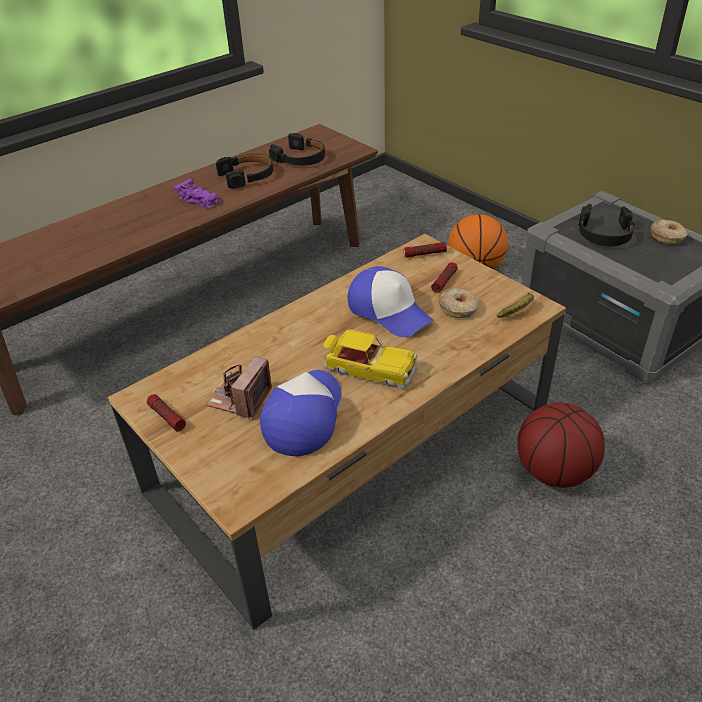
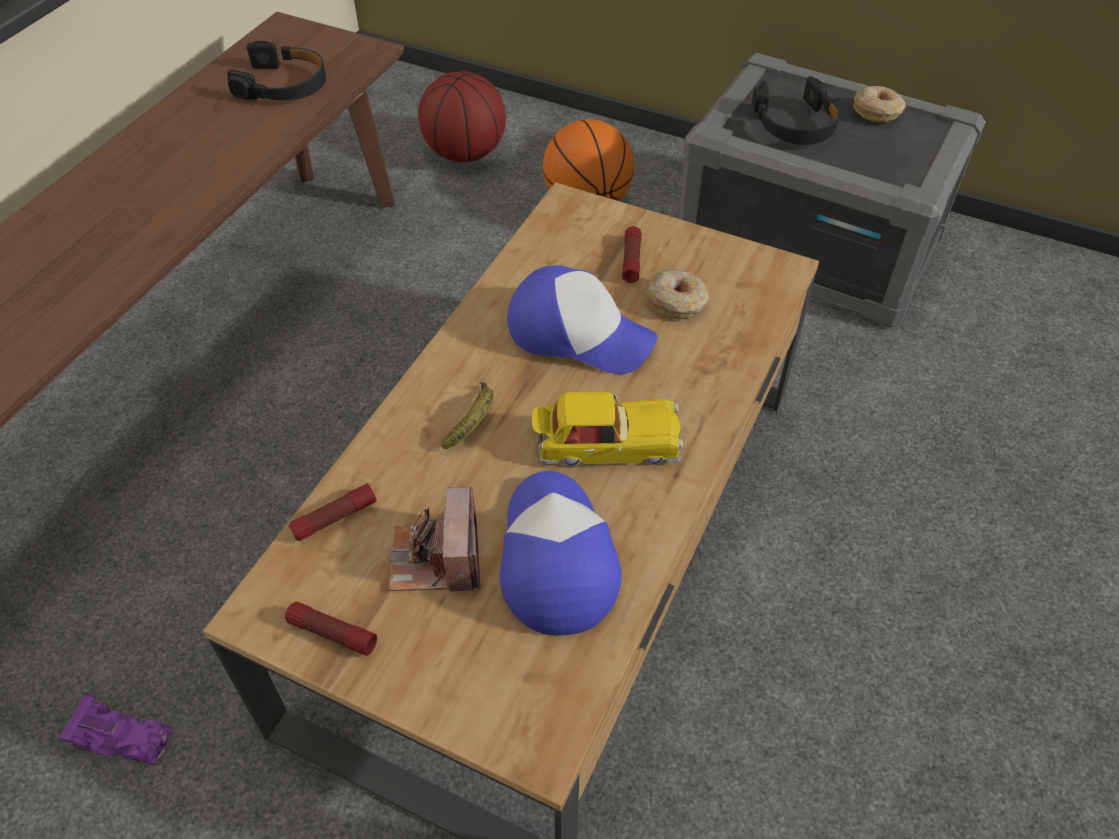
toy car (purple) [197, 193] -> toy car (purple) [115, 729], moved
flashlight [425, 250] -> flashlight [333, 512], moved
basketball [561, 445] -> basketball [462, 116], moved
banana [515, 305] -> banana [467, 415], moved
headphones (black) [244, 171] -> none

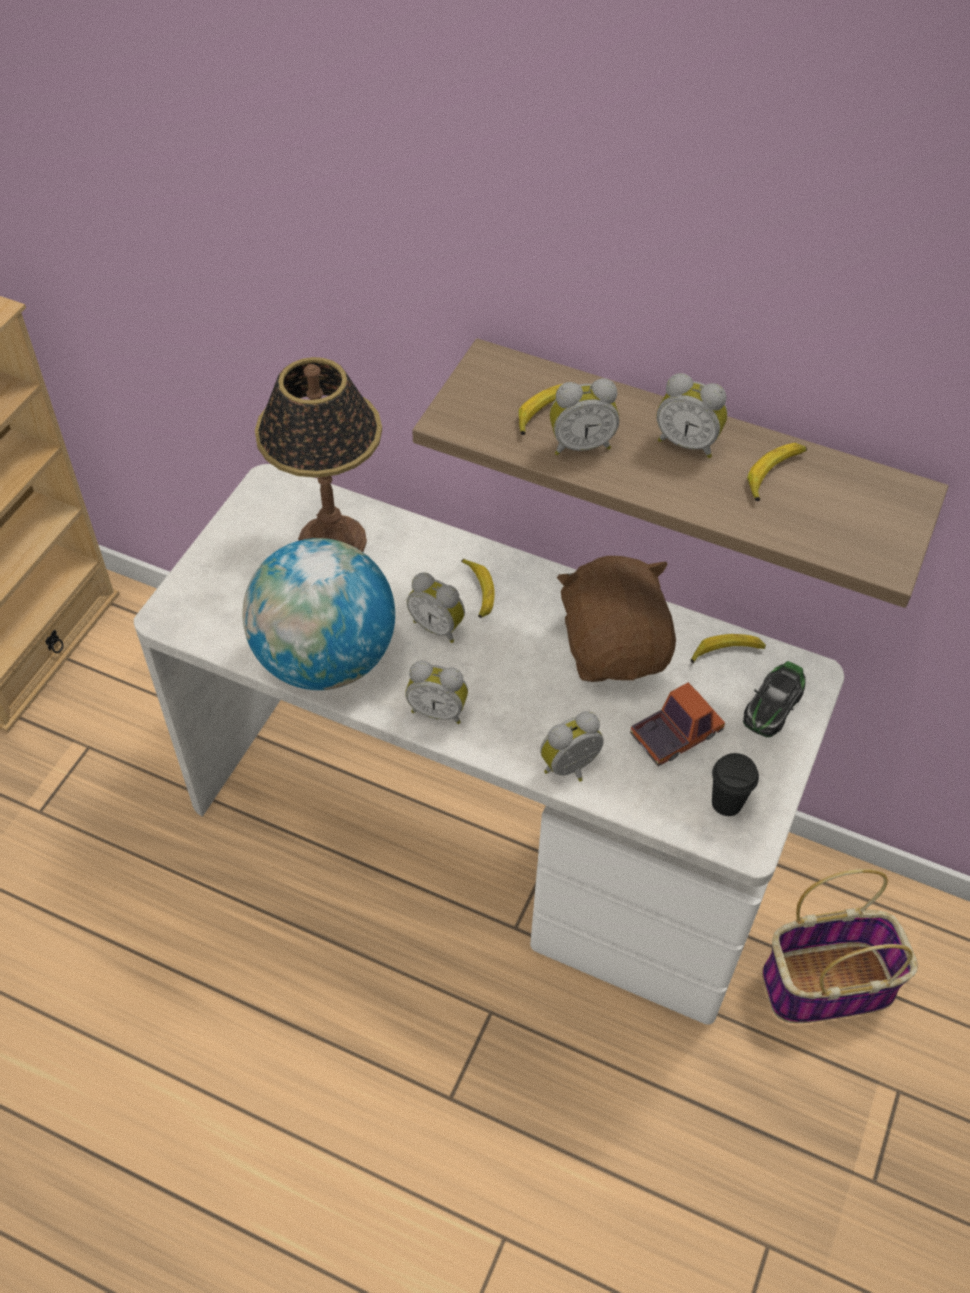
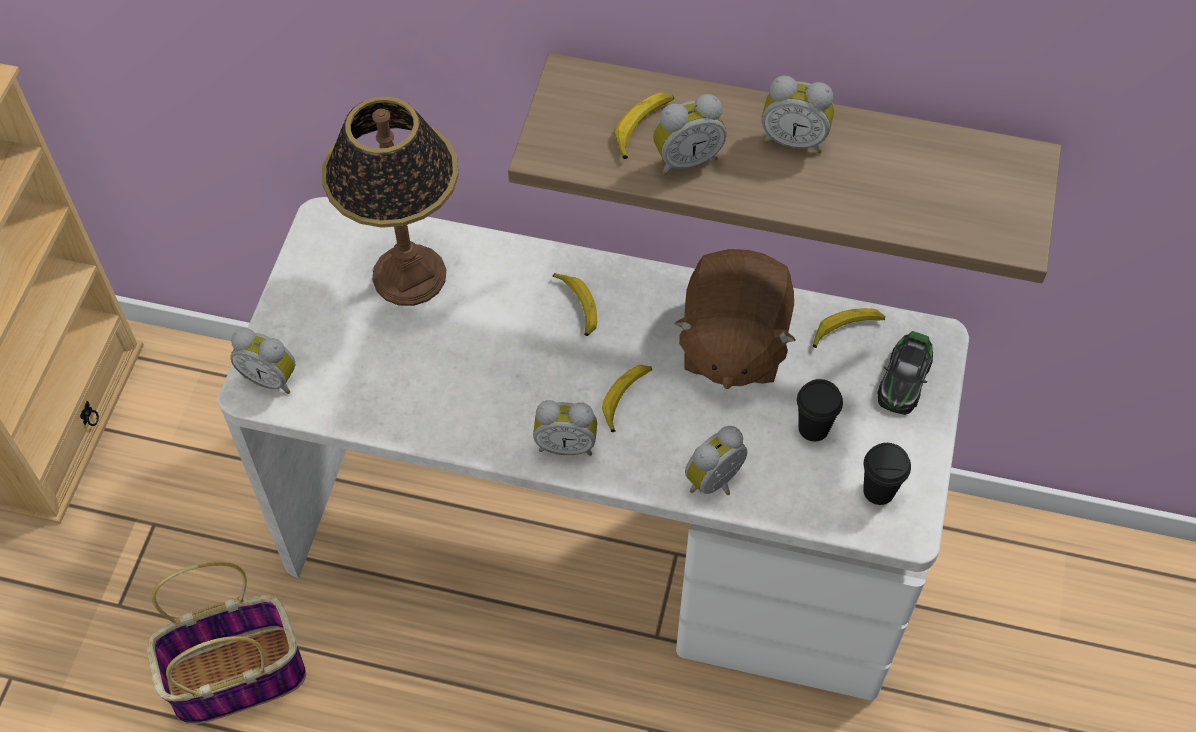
basket [840, 946] -> basket [226, 643], moved
alarm clock [436, 608] -> alarm clock [263, 361], moved
banana [777, 472] -> banana [627, 398], moved
plush toy (brown) [616, 619] -> plush toy (brown) [735, 319], 150 degrees counterclockwise
toy truck [677, 724] -> cup (black) [820, 410]
globe [318, 614] -> none

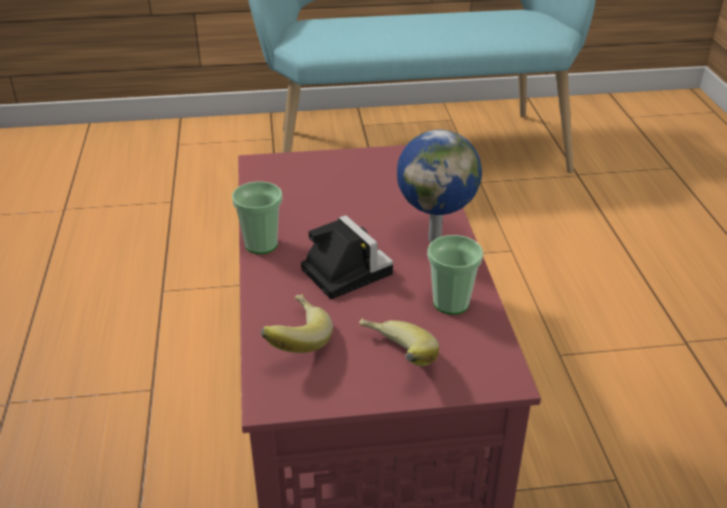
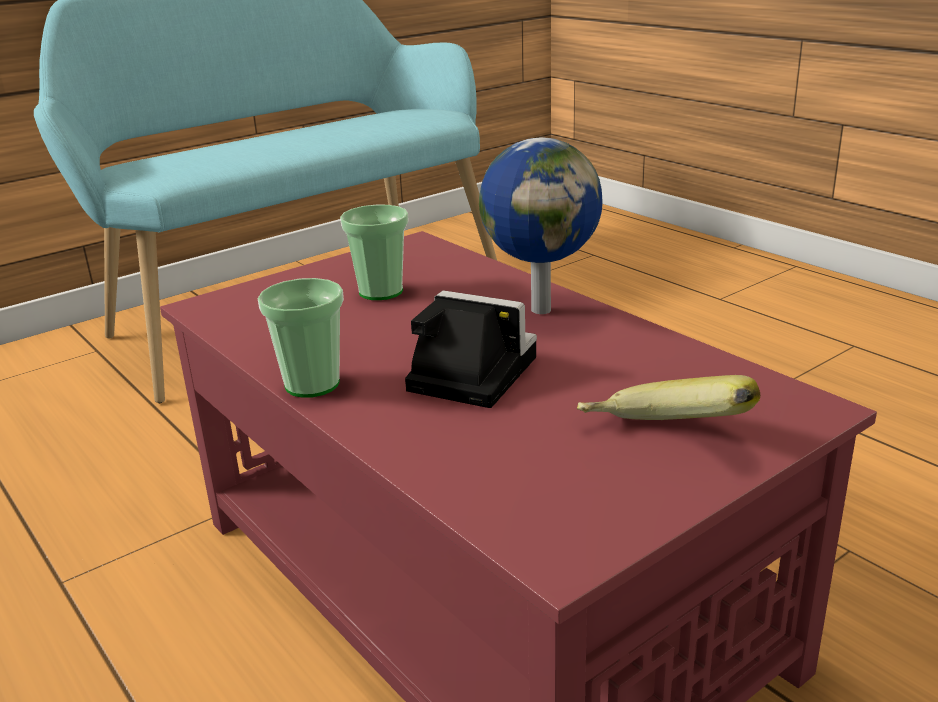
cup [455, 275] -> cup [374, 252], moved
banana [297, 323] -> none

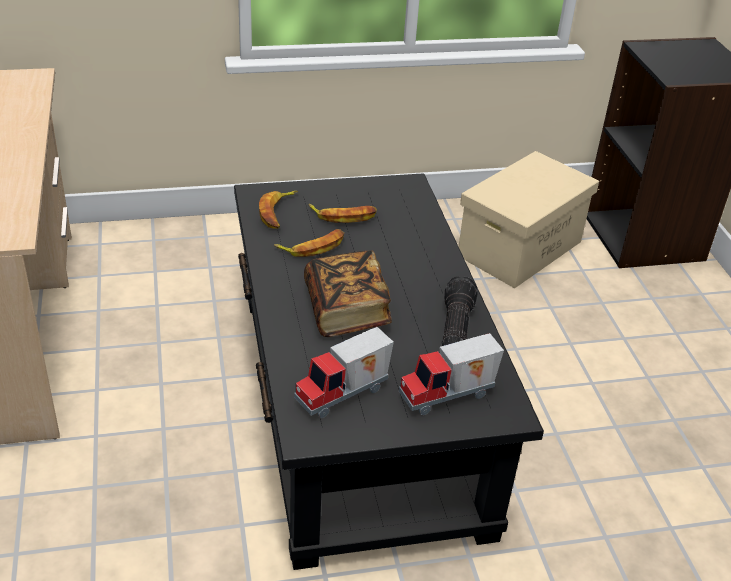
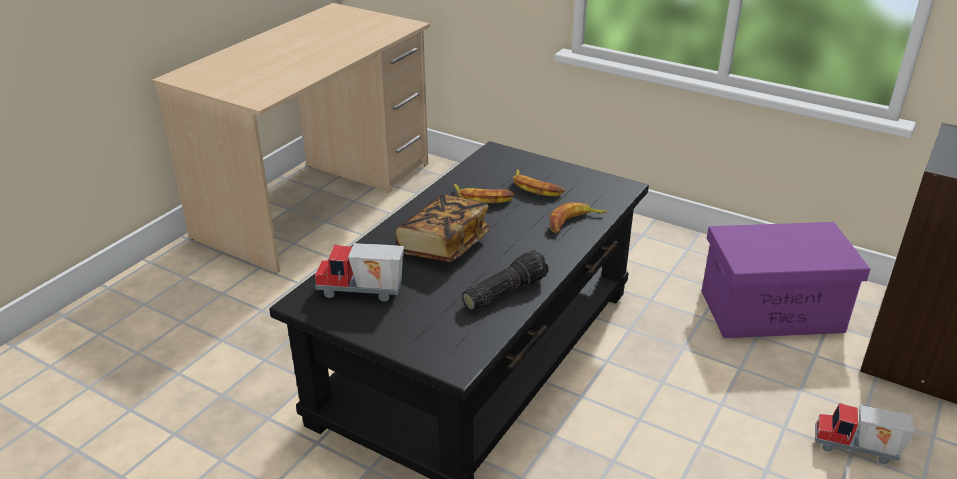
banana [278, 209] -> banana [579, 218], moved
storage box (beige) [529, 219] -> storage box (purple) [785, 280]
toy truck [451, 374] -> toy truck [864, 433], moved

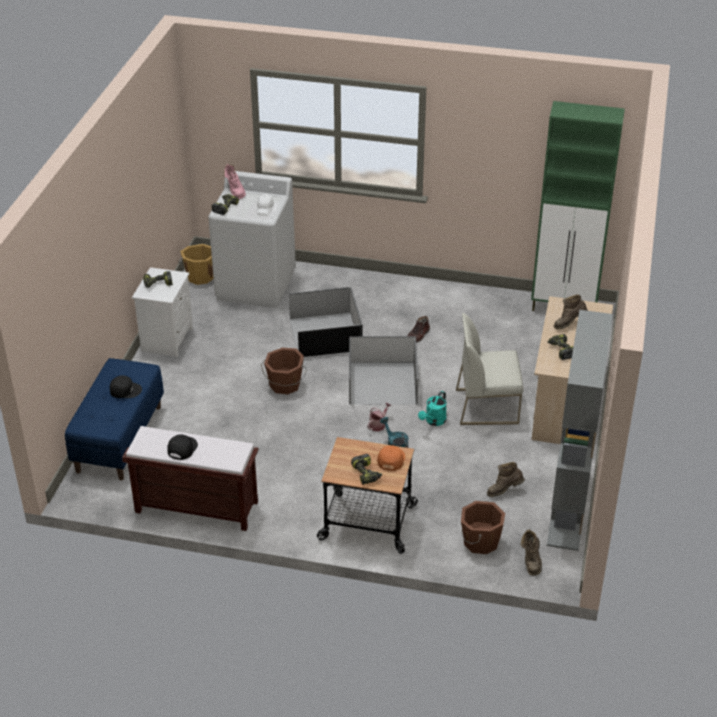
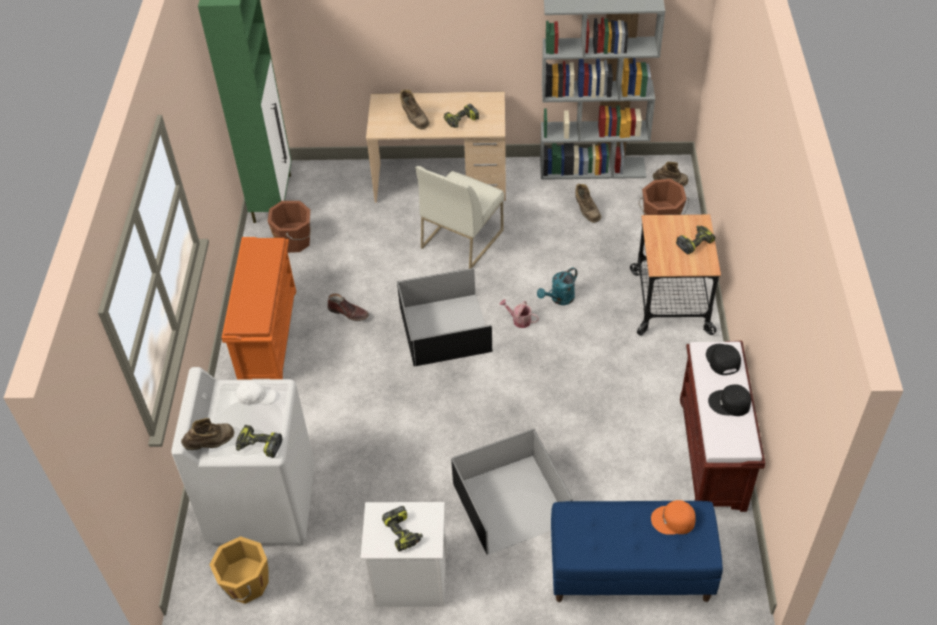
boot (pink) [235, 181] -> boot (brown) [207, 434]
none -> shoe rack (orange) [259, 308]
bucket (brown) [284, 371] -> bucket (brown) [290, 227], moved
chair (white) [489, 369] -> chair (white) [459, 217], 45 degrees clockwise
storage box (black) [325, 322] -> storage box (black) [512, 492], moved
cap (orange) [391, 458] -> cap (orange) [673, 517], moved
cap (black) [126, 386] -> cap (black) [723, 359], moved
watering can (turquoise) [432, 408] -> none

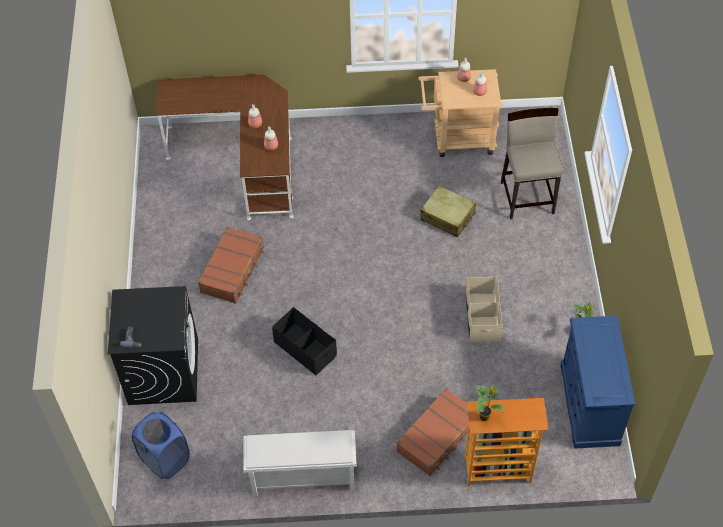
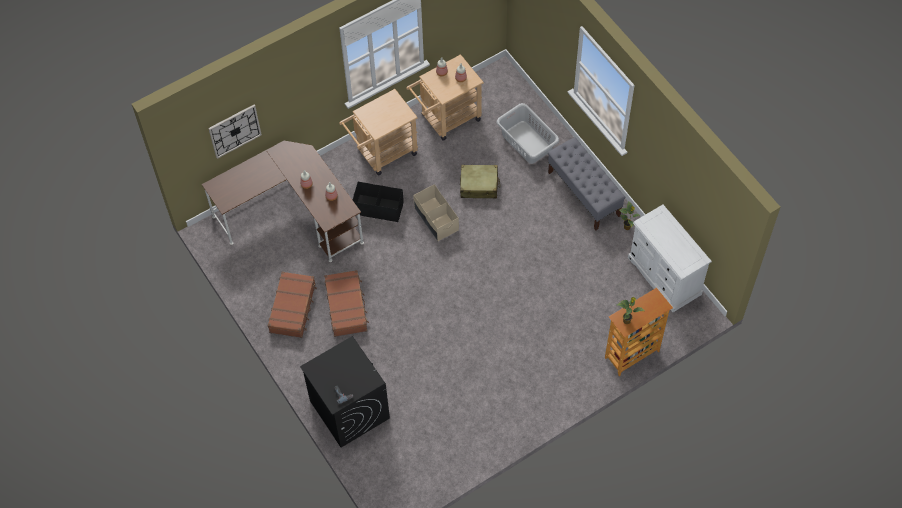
none -> wall clock [235, 132]
suitcase (brown) [432, 432] -> suitcase (brown) [292, 305], moved
none -> cart (beige) [378, 132]
storage box (black) [304, 341] -> storage box (black) [378, 202], moved
storage box (beige) [484, 309] -> storage box (beige) [436, 212], moved
stool (beige) [532, 163] -> laundry basket (grey) [527, 133]
none -> bench (grey) [586, 183]
dresser (blue) [597, 382] -> dresser (white) [670, 258]
laundry basket (blue) [161, 445] -> none
shoe rack (white) [300, 463] -> none

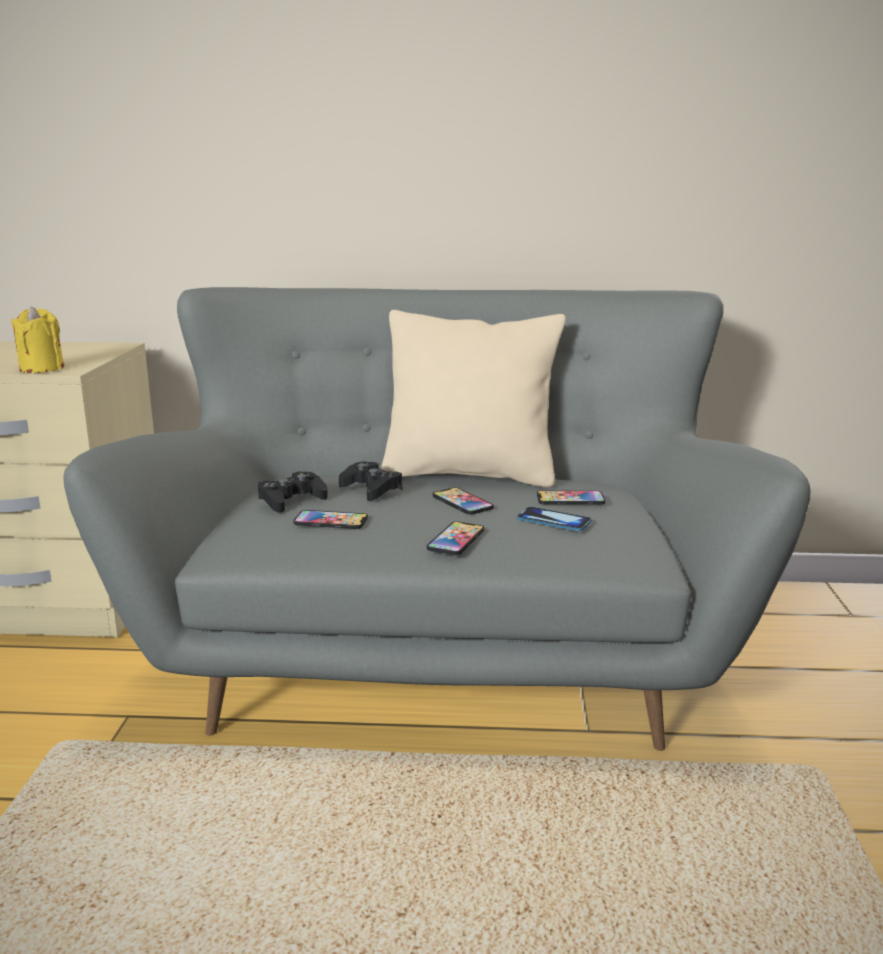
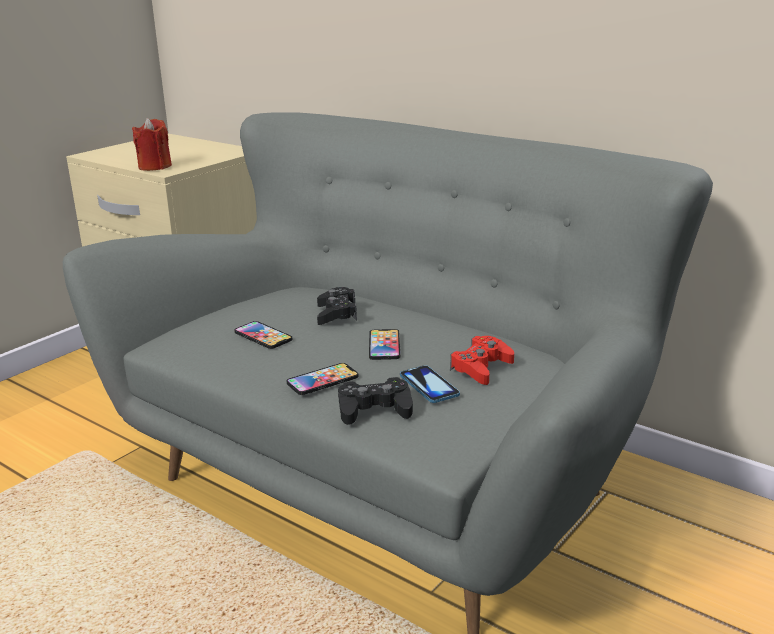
candle (yellow) [37, 339] -> candle (red) [152, 144]
game controller (black) [293, 492] -> game controller (black) [375, 401], moved
phone [571, 497] -> game controller (red) [482, 360]
pillow (beige) [473, 399] -> none

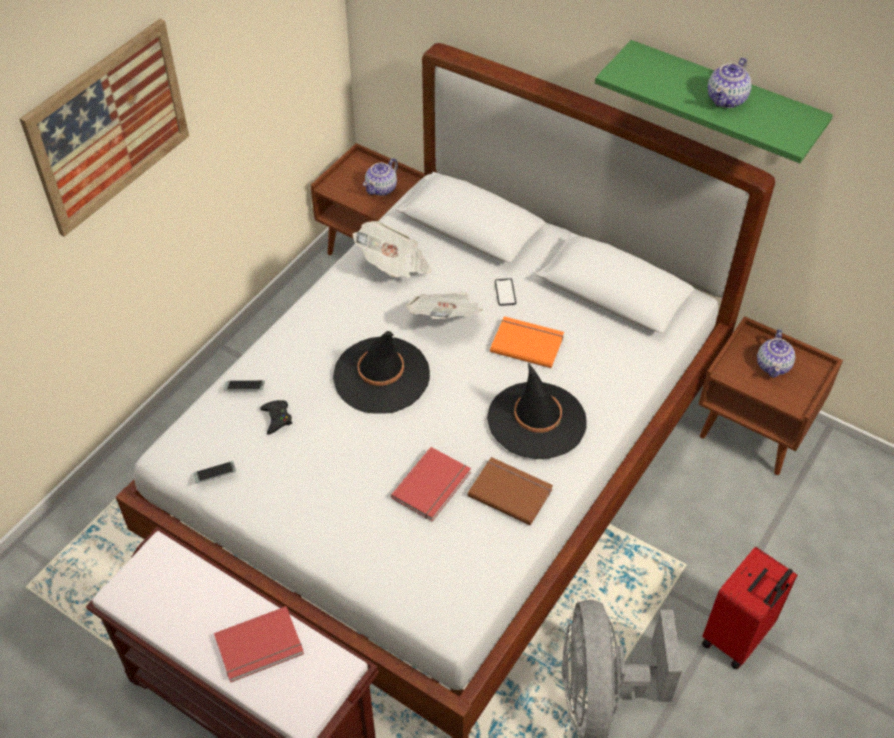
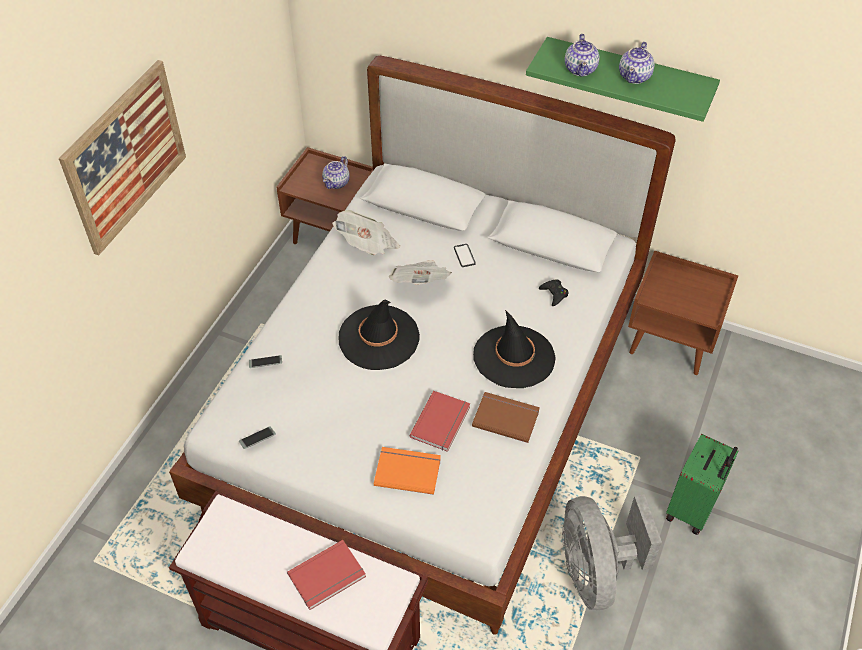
book (orange) [527, 342] -> book (orange) [407, 471], moved
game controller (black) [276, 417] -> game controller (black) [553, 292], moved
teapot [776, 353] -> teapot [582, 55], moved
suitcase (red) [749, 608] -> suitcase (green) [702, 484]

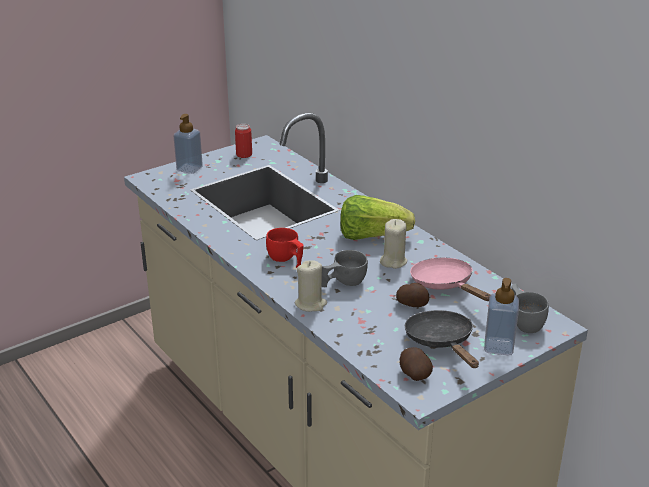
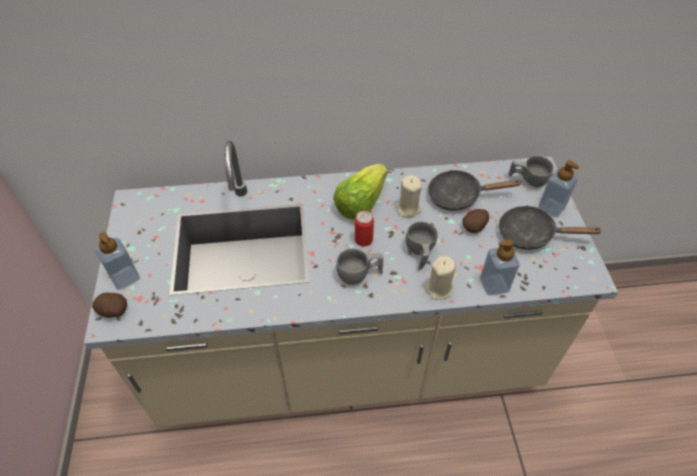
potato [416, 364] -> potato [109, 305], moved
cup (red) [285, 248] -> cup (grey) [359, 267]
can [243, 141] -> can [364, 229], moved
frying pan (pink) [450, 279] -> frying pan (black) [475, 190]
none -> soap dispenser [500, 267]

